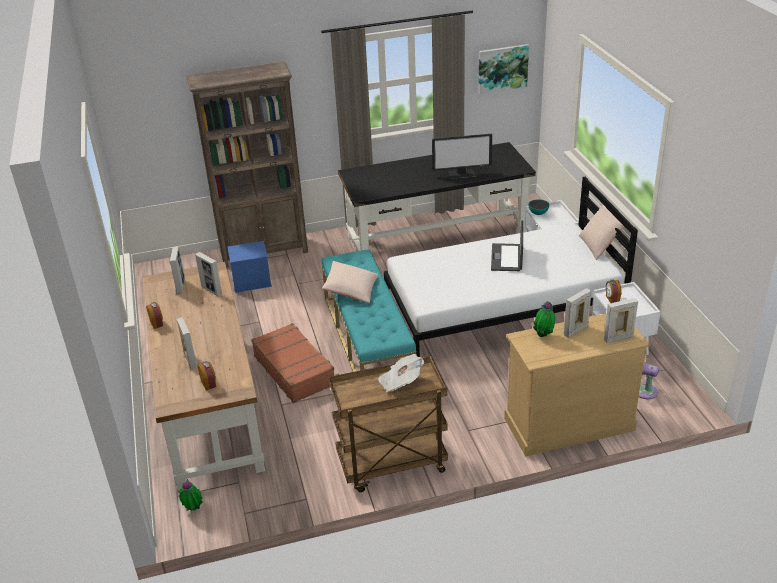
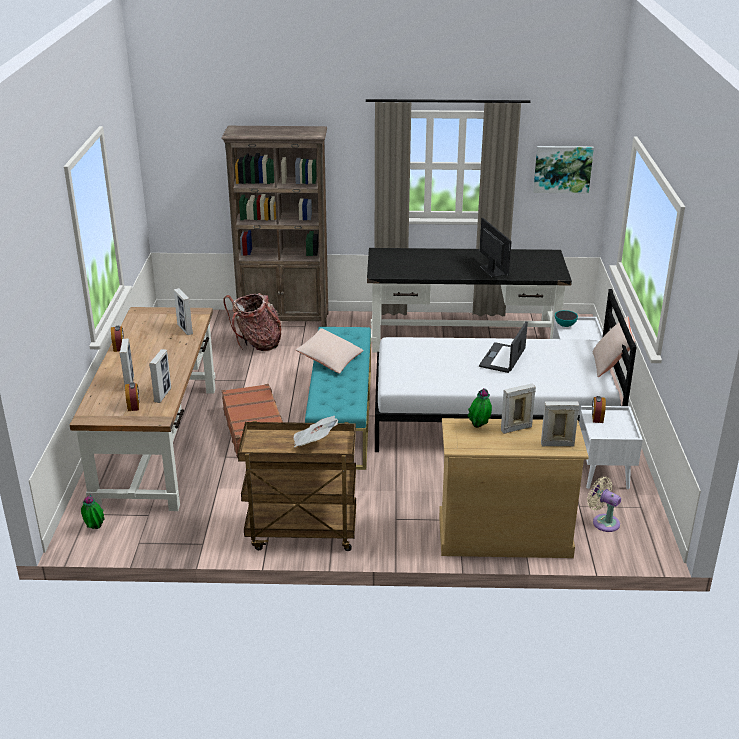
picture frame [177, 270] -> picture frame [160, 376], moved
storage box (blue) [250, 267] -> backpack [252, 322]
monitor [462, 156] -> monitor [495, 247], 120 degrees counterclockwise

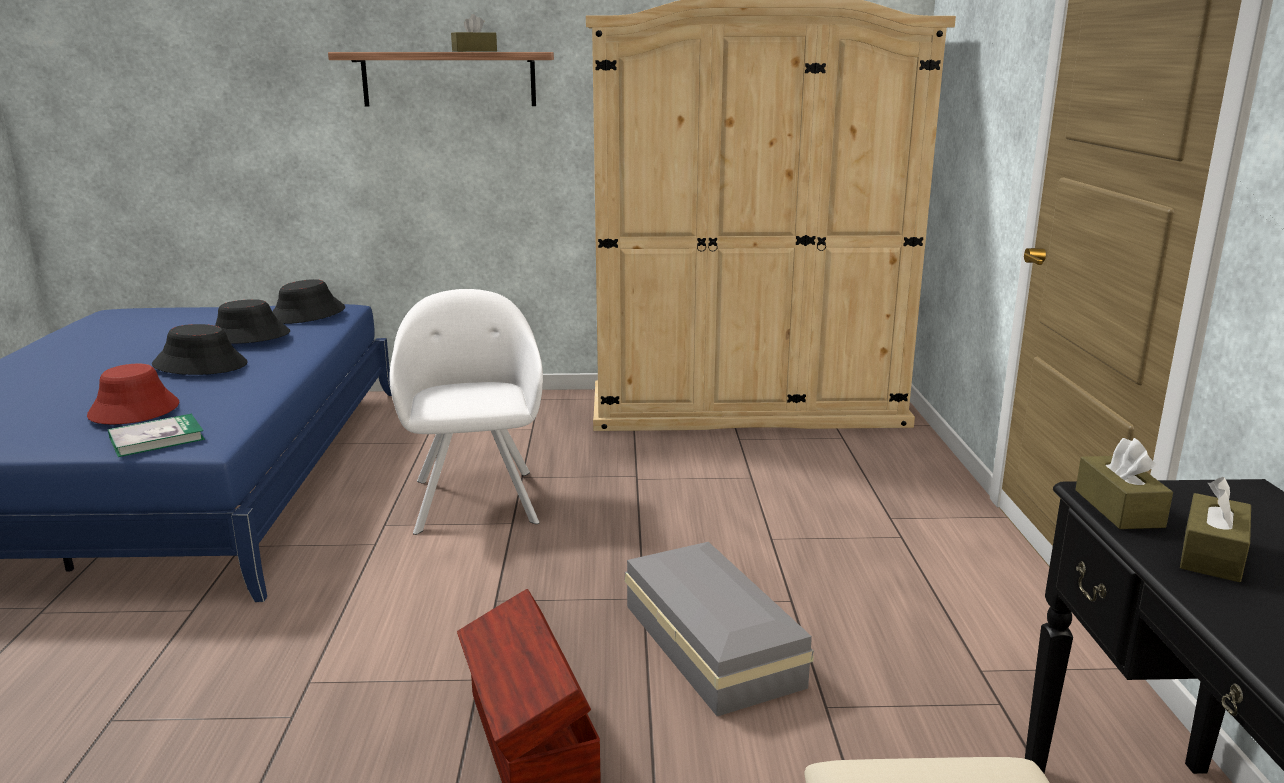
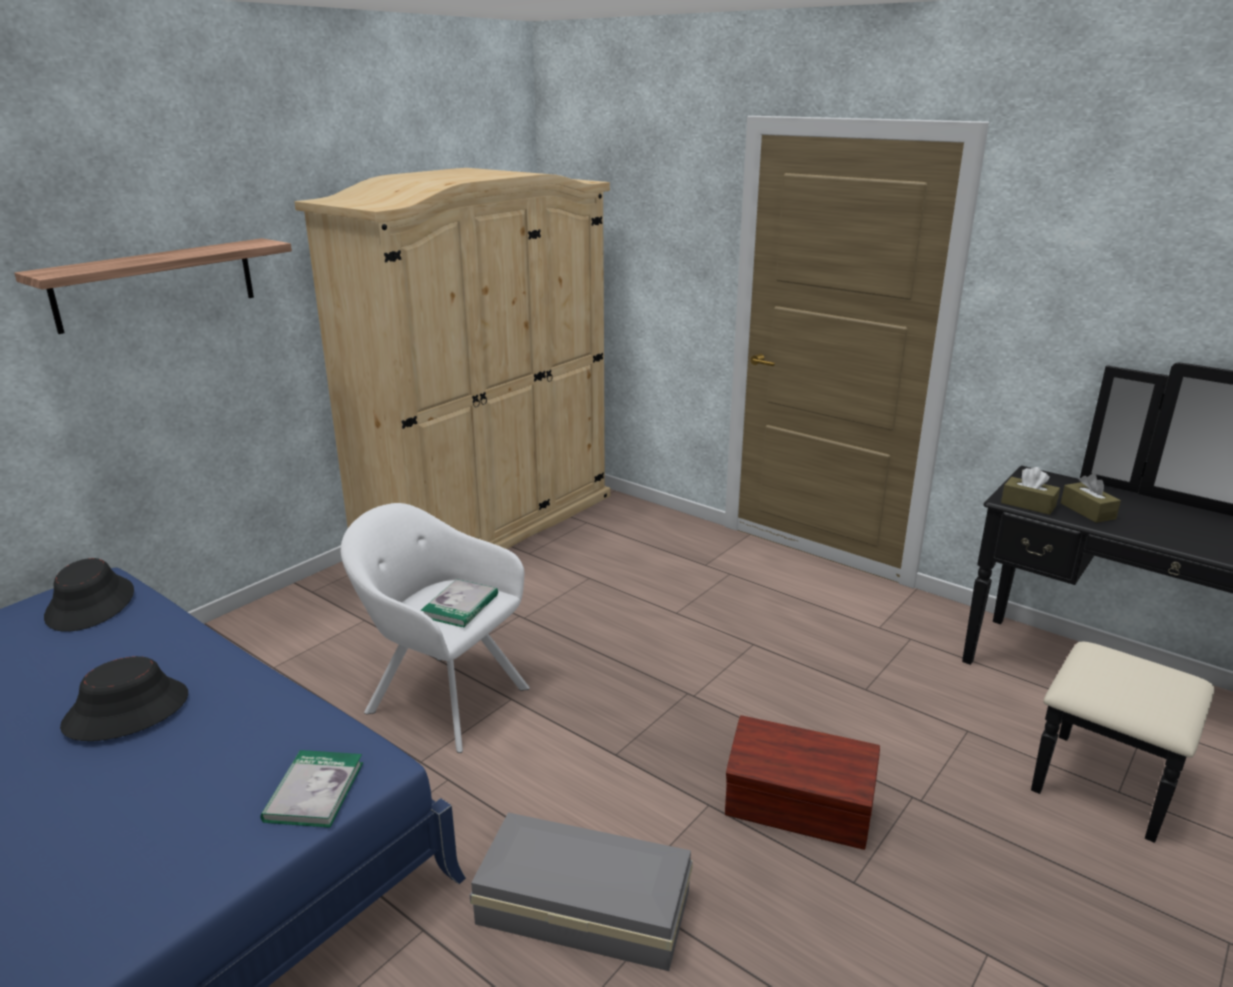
none -> book [459, 603]
storage box (grey) [719, 629] -> storage box (grey) [581, 891], moved
hat (red) [133, 394] -> none
hat (black) [252, 321] -> none
tissue box (brown) [474, 33] -> none

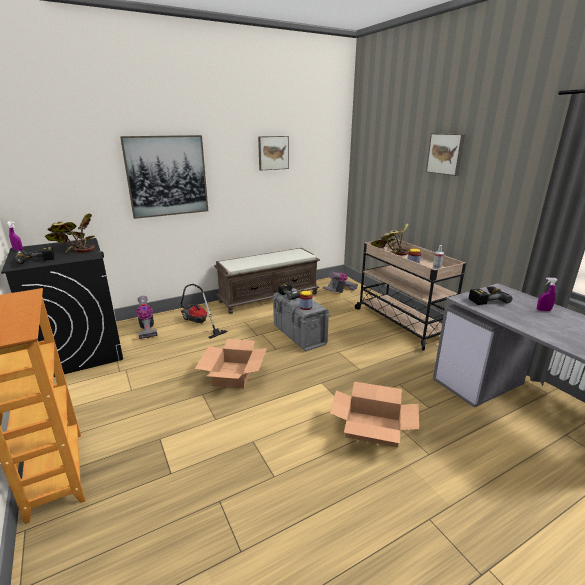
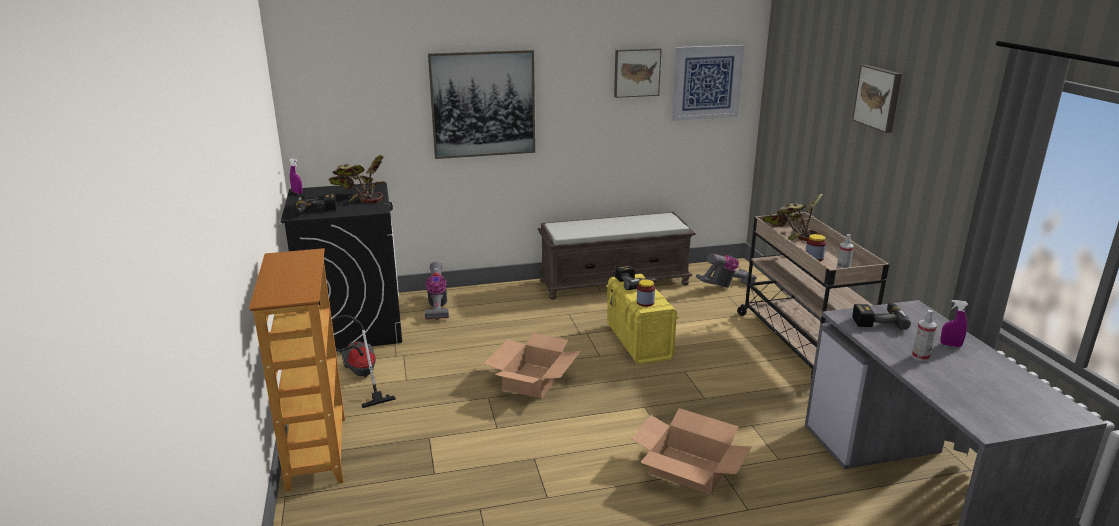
vacuum cleaner [204, 311] -> vacuum cleaner [364, 361], moved
storage box (grey) [301, 320] -> storage box (yellow) [642, 319]
none -> picture [708, 83]
none -> spray bottle [924, 335]

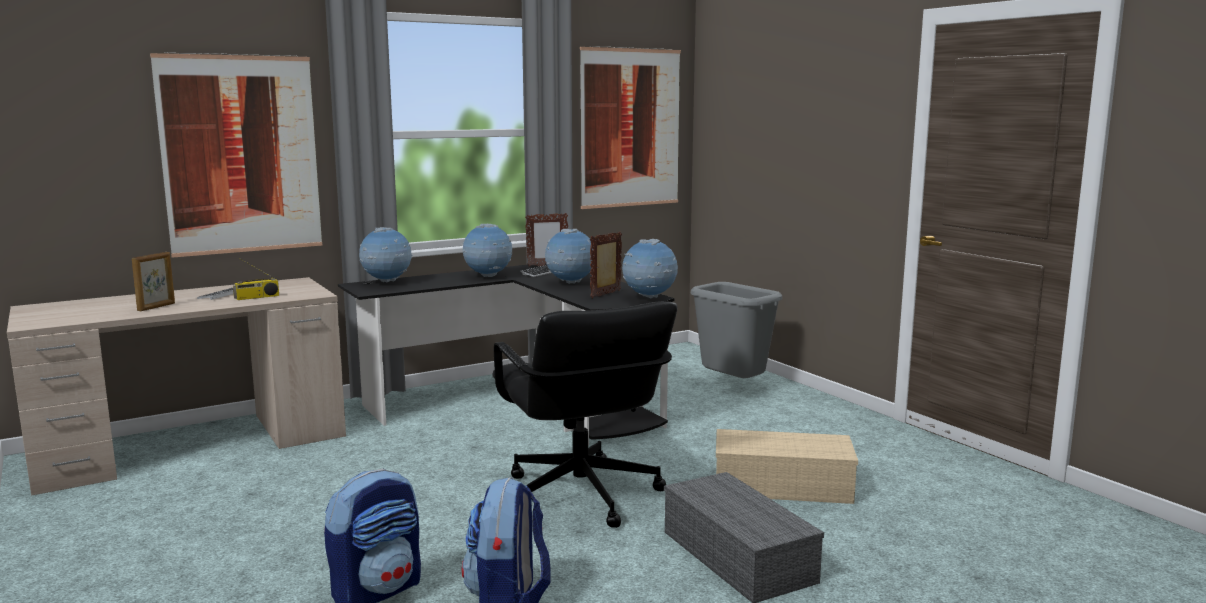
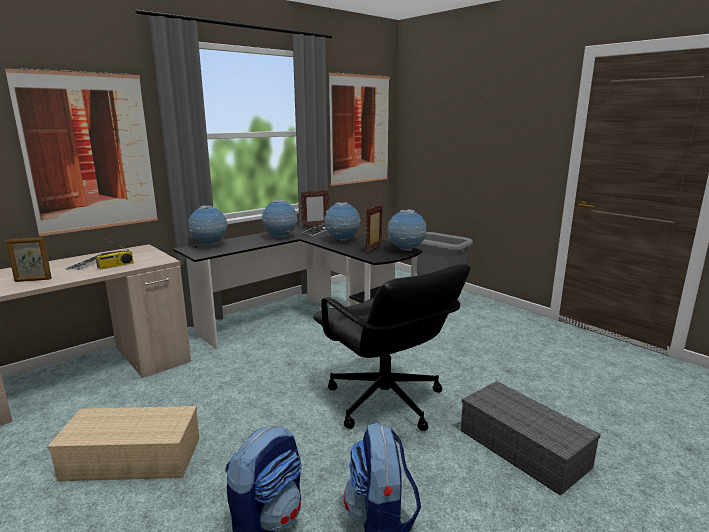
picture frame [153, 281] -> picture frame [29, 259], 60 degrees clockwise
storage box (beige) [787, 466] -> storage box (beige) [123, 443], moved

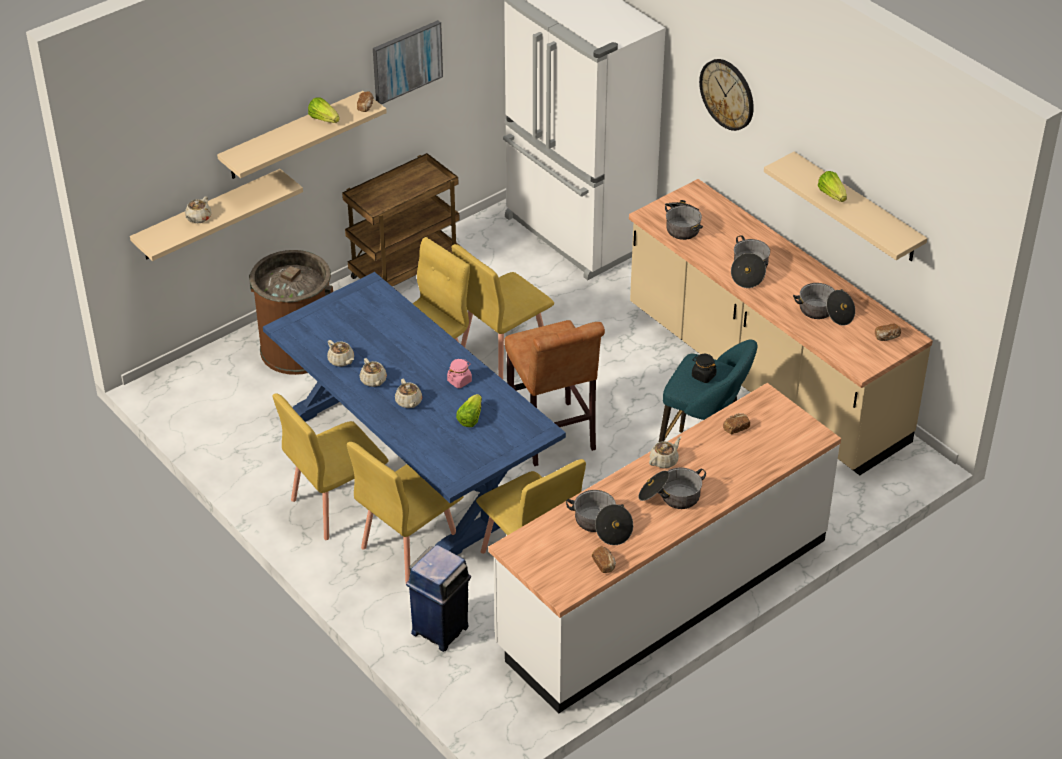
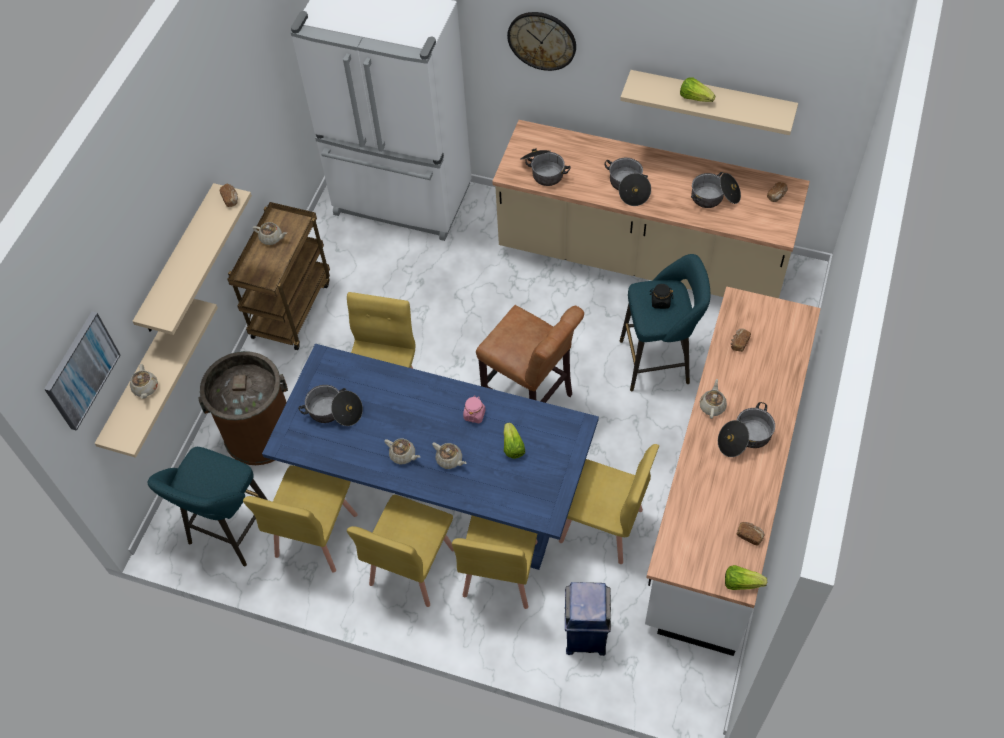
picture [408, 62] -> picture [82, 371], moved
none -> stool (turquoise) [208, 506]
chair (yellow) [503, 311] -> chair (yellow) [300, 519], moved
teapot (beige) [340, 353] -> teapot (beige) [270, 233], moved
cooking pot [599, 517] -> cooking pot [330, 405], moved
lettuce [324, 110] -> lettuce [746, 577], moved

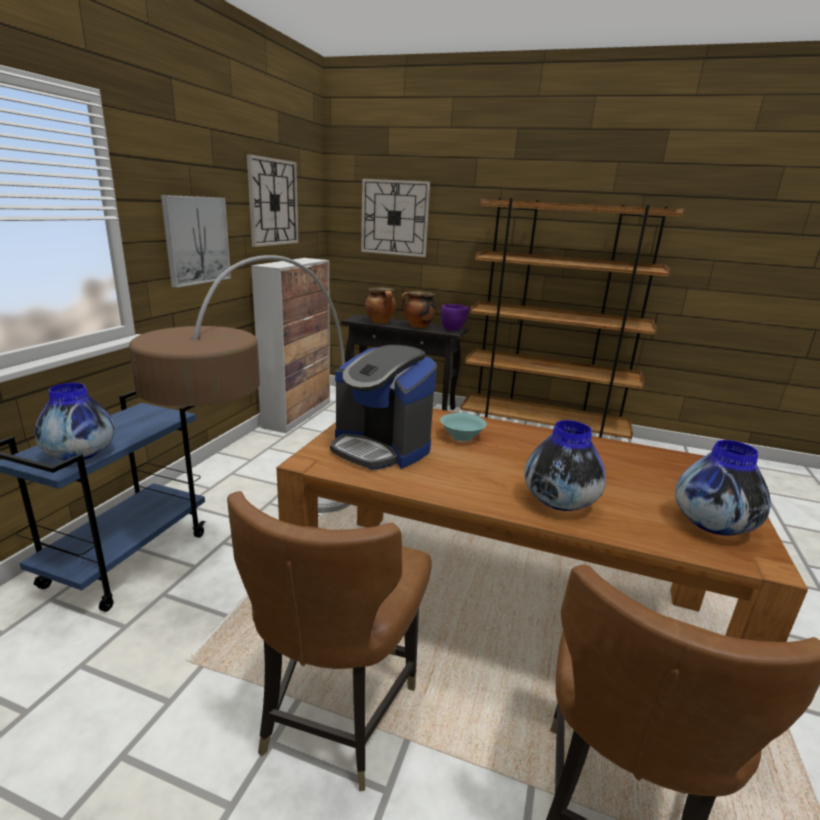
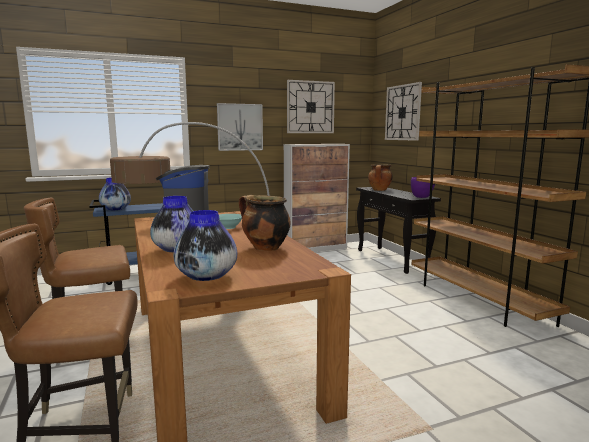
cooking pot [418, 309] -> cooking pot [265, 223], moved

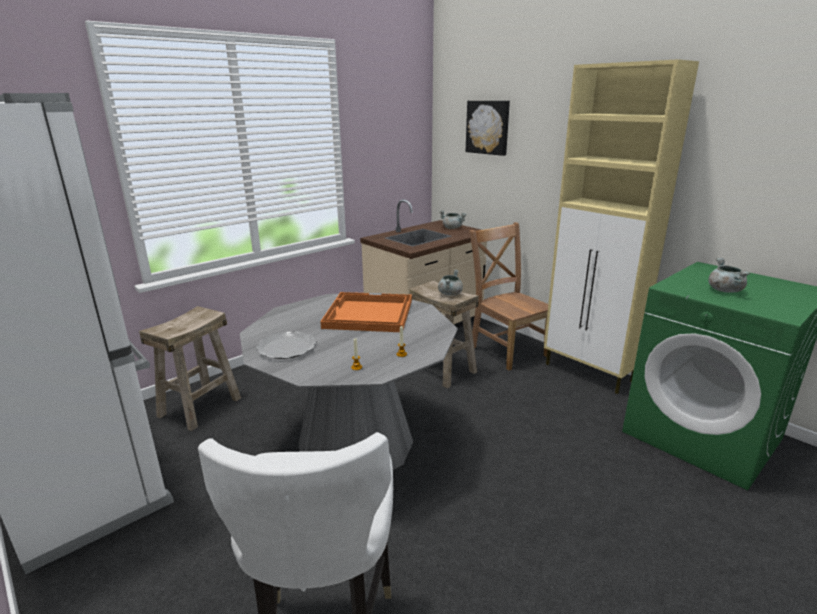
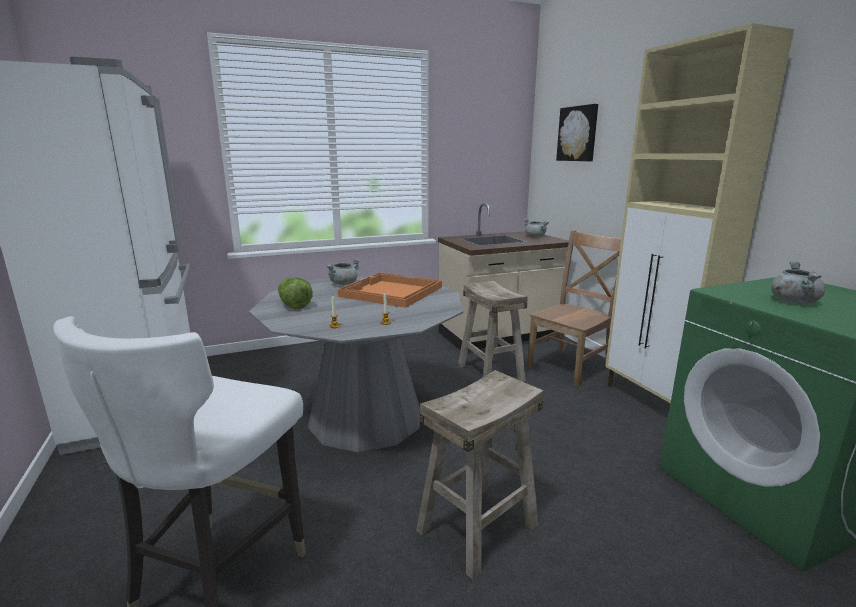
plate [286, 345] -> lettuce [295, 293]
cooking pot (grey) [450, 283] -> cooking pot (grey) [343, 271], moved
stool (beige) [190, 368] -> stool (beige) [479, 475], moved
chair (brown) [508, 296] -> chair (brown) [574, 308], 60 degrees clockwise

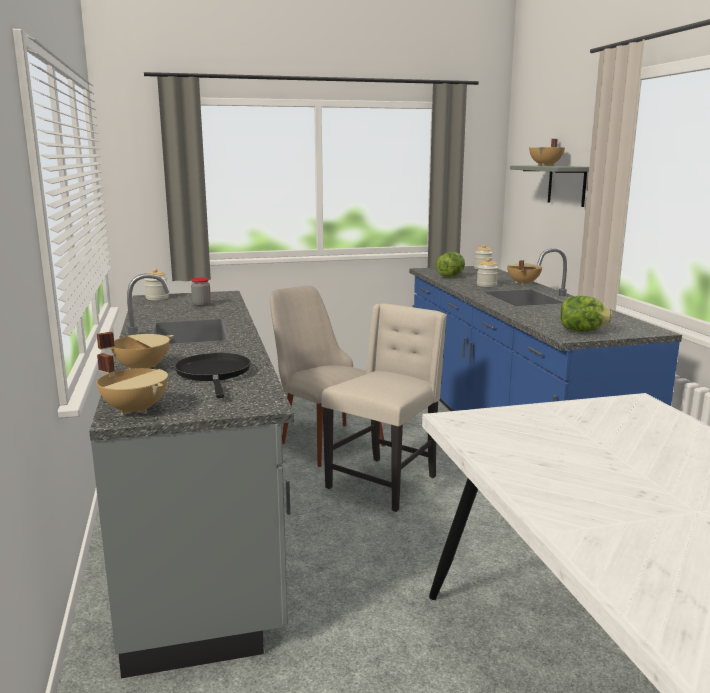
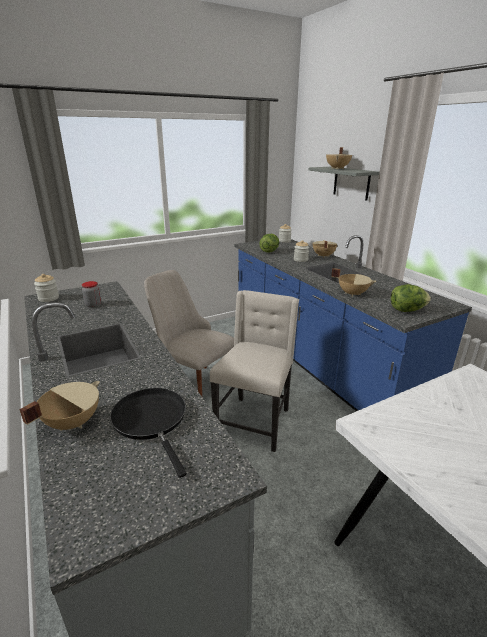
cooking pot (beige) [132, 384] -> cooking pot (beige) [353, 282], moved

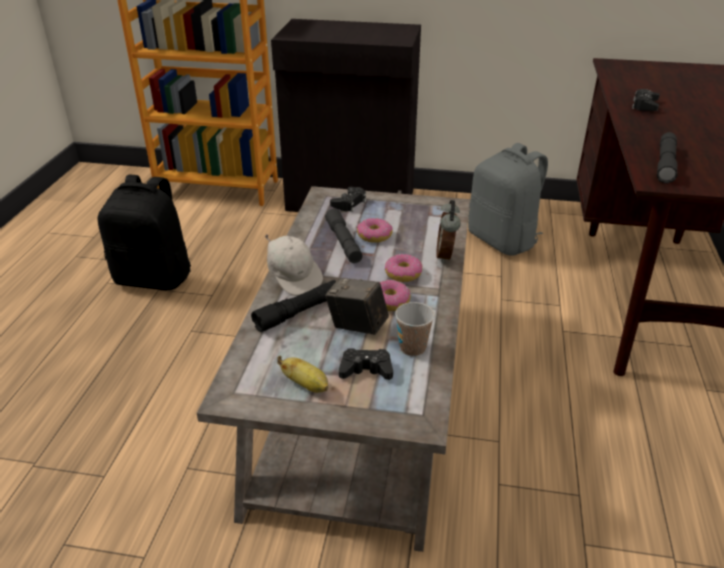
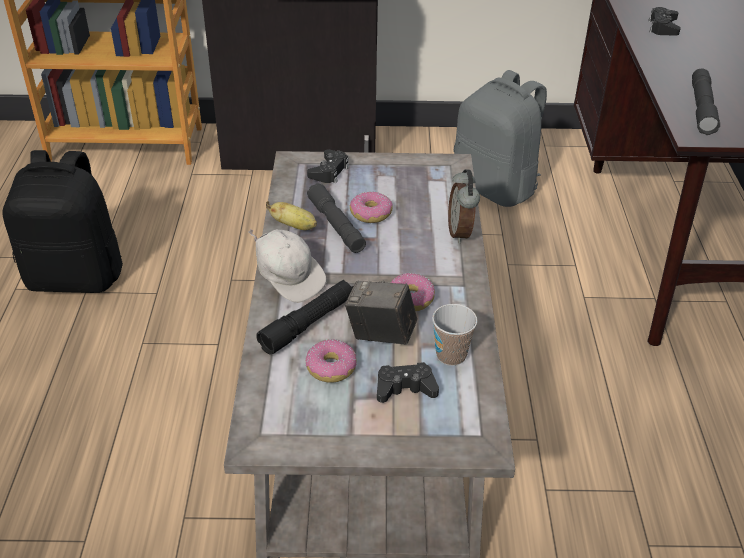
banana [302, 374] -> banana [291, 215], moved
donut [403, 268] -> donut [331, 361], moved

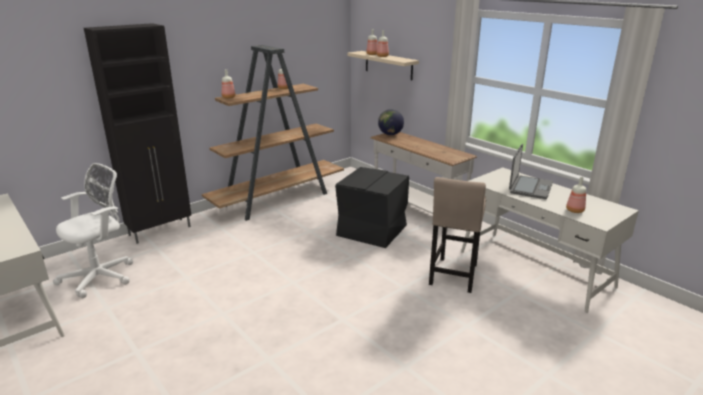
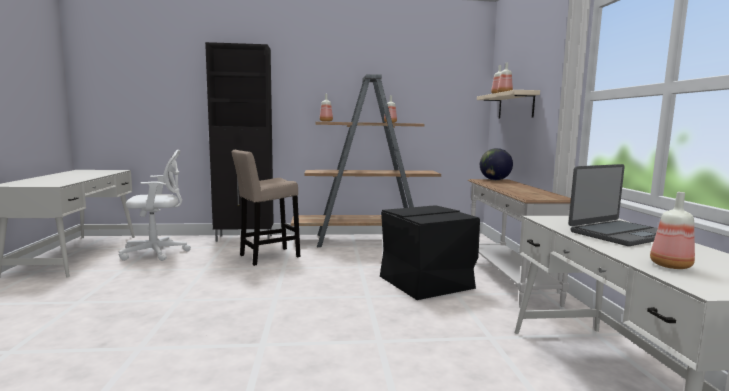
stool (beige) [457, 235] -> stool (beige) [265, 208], moved

